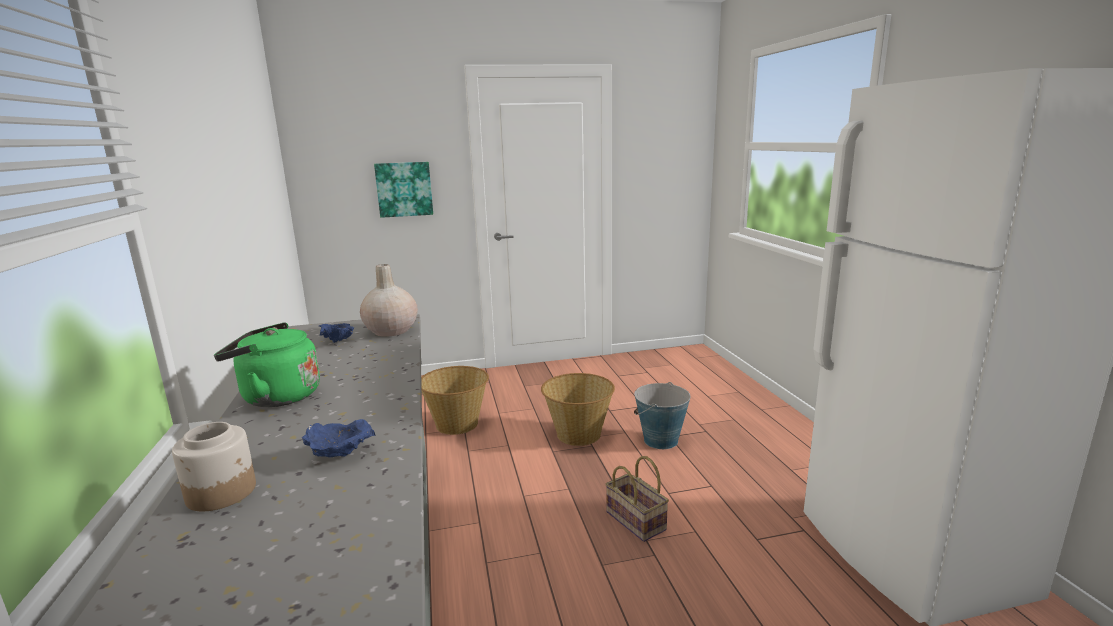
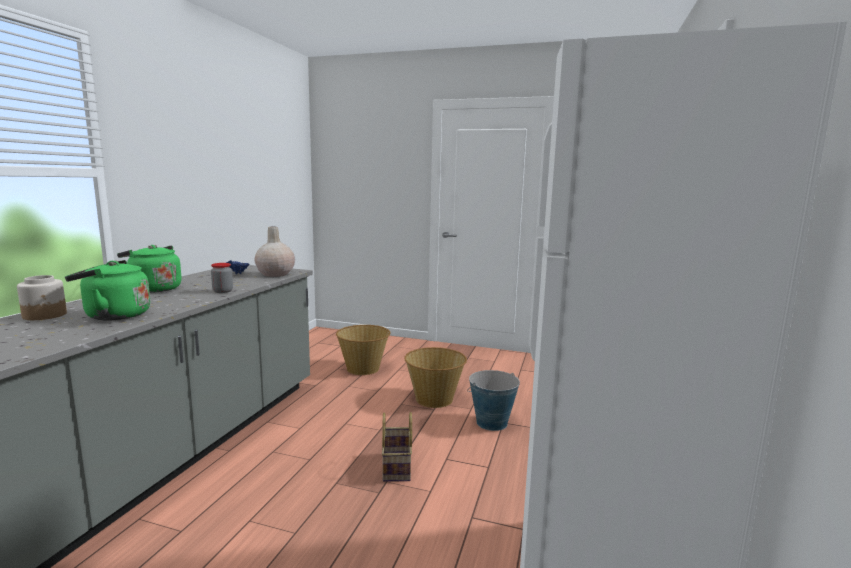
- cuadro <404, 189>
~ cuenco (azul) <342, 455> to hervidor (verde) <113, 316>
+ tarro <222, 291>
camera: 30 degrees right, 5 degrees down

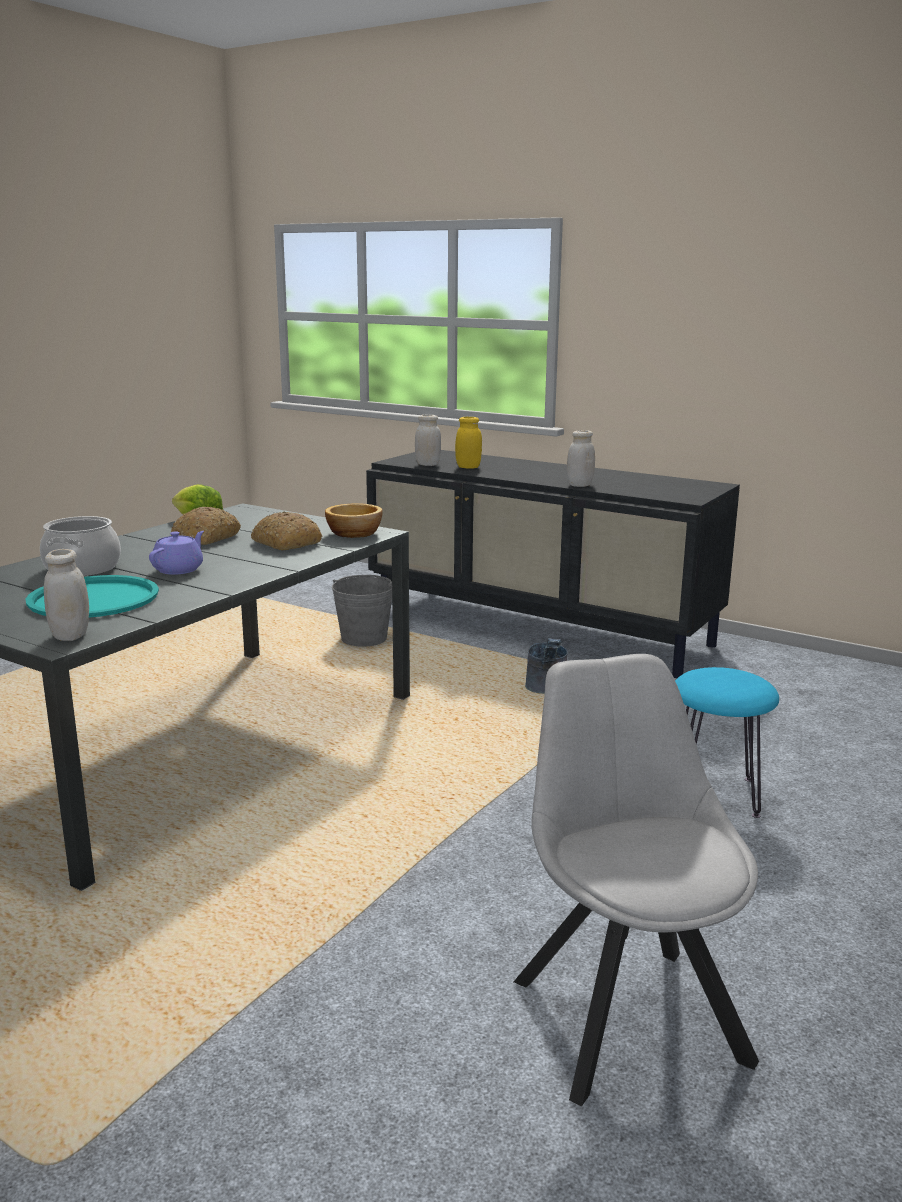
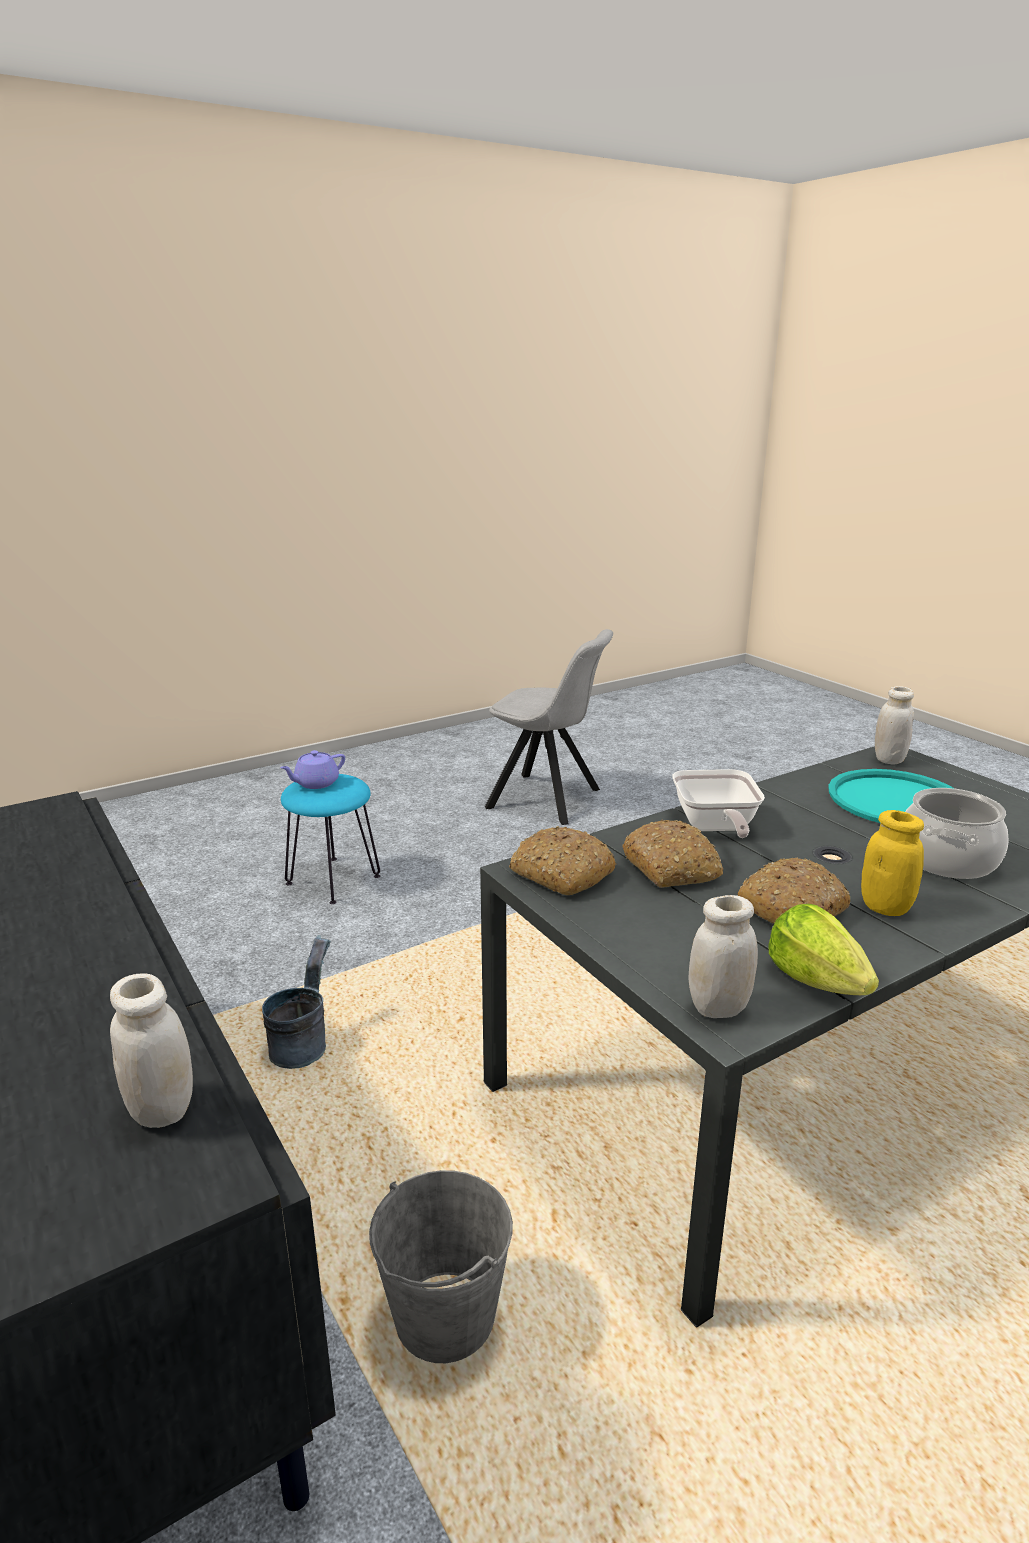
~ tarro (amarillo) <468, 467> to <885, 907>
~ tarro (blanco) <579, 485> to <718, 1007>
~ cuenco <355, 533> to pan <561, 874>
~ tetera (morado) <179, 569> to <315, 783>
~ silla (gris) <626, 1015> = <547, 799> 75 degrees counterclockwise
+ sartén <715, 828>
camera: 155 degrees left, 5 degrees up

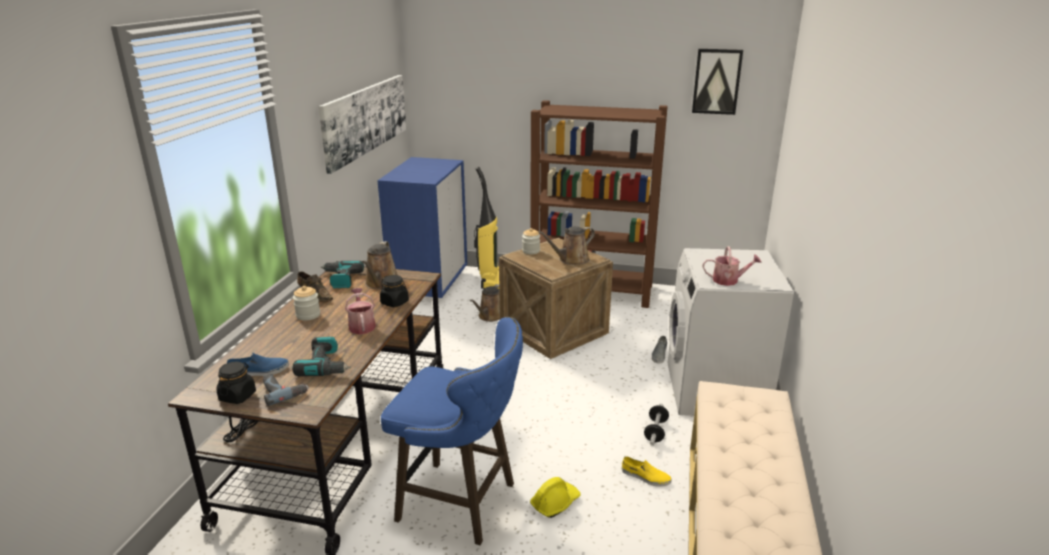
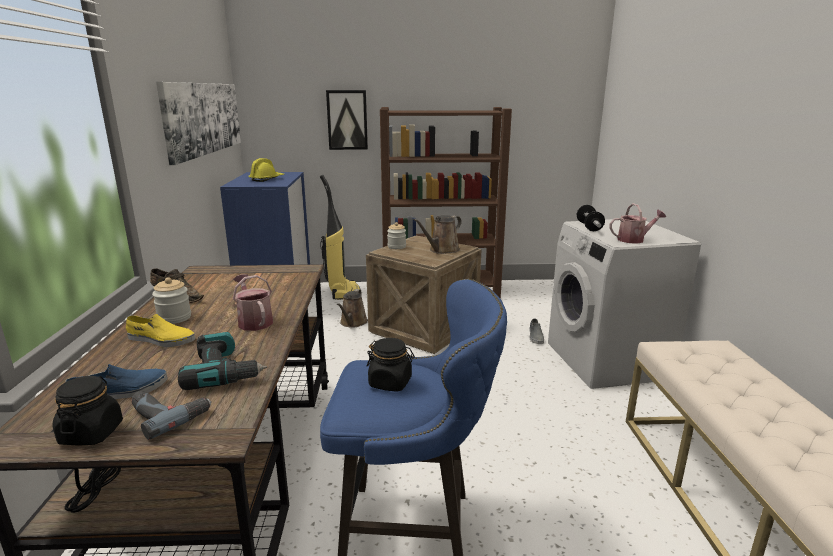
~ cuadro <716, 81> to <347, 120>
- regadera (marrón) <381, 284>
- taladro <341, 279>
~ tarro (negro) <395, 302> to <390, 383>
~ mancuerna <655, 431> to <589, 227>
~ zapato (amarillo) <645, 477> to <161, 340>
~ casco (amarillo) <555, 503> to <267, 179>
camera: 15 degrees left, 5 degrees down

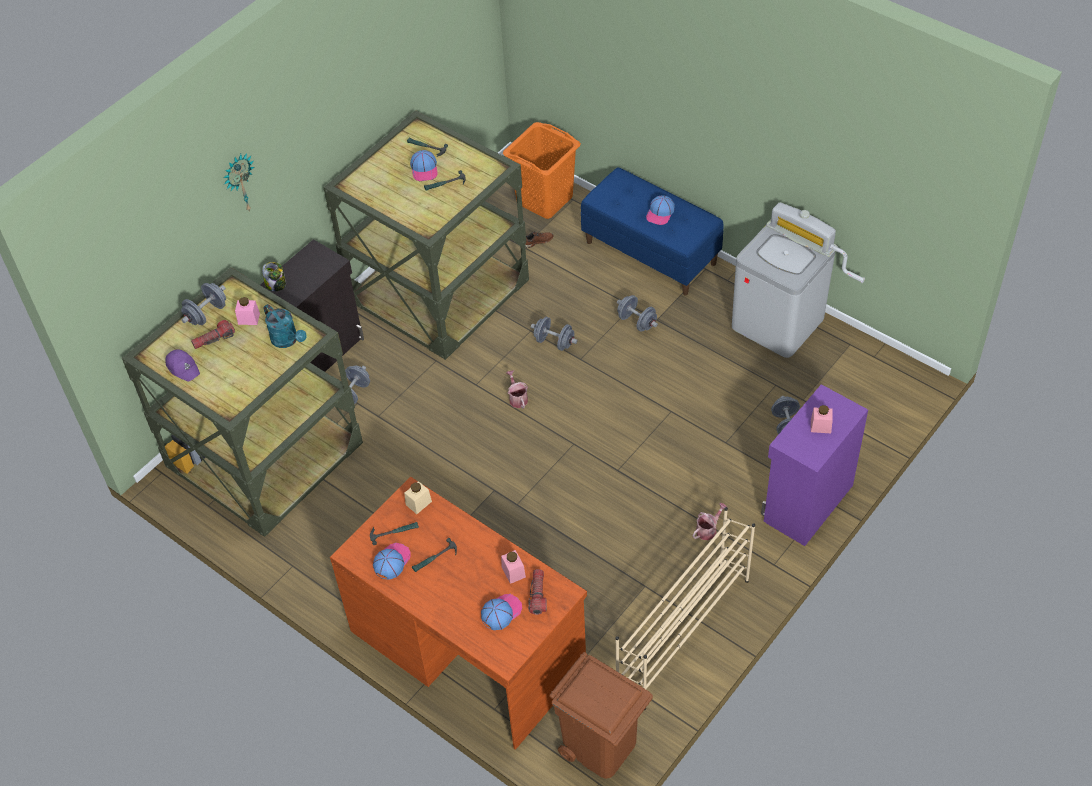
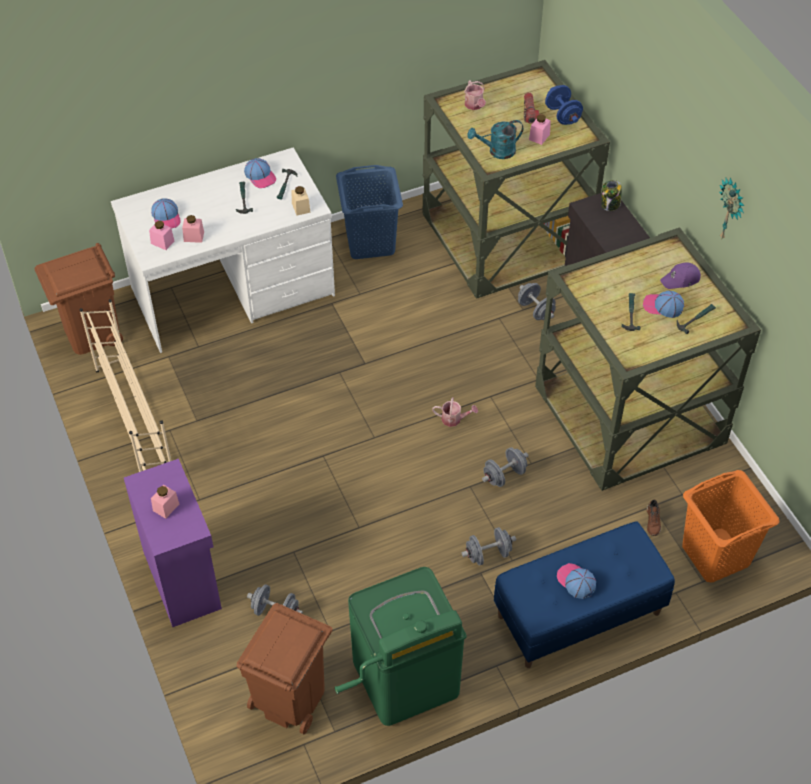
~ reloj de pared <239, 183> to <731, 210>
~ lavadora (gris) <780, 324> to lavadora (verde) <403, 680>
~ mancuerna (gris) <206, 314> to mancuerna (azul) <562, 115>
~ gorra (morado) <183, 367> to <680, 280>
~ escritorio (marrón) <467, 646> to escritorio (blanco) <233, 292>
~ regadera <708, 529> to <474, 105>
~ linterna <538, 595> to tarro (rosa) <162, 242>
+ cesto de la ropa (azul) <370, 242>
+ papelera (marrón) <290, 699>
camera: 115 degrees right, 0 degrees up

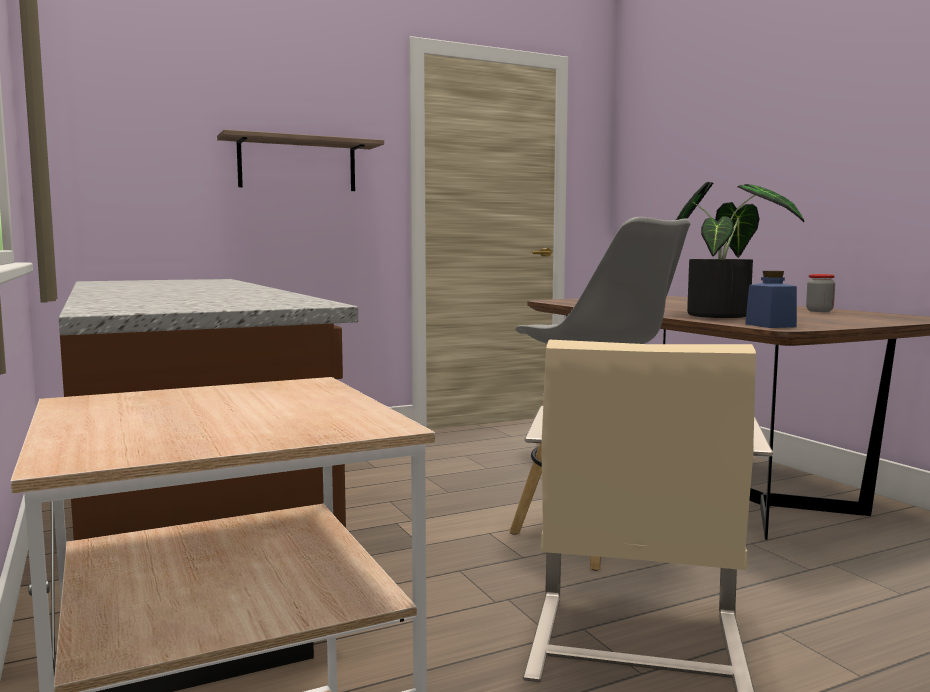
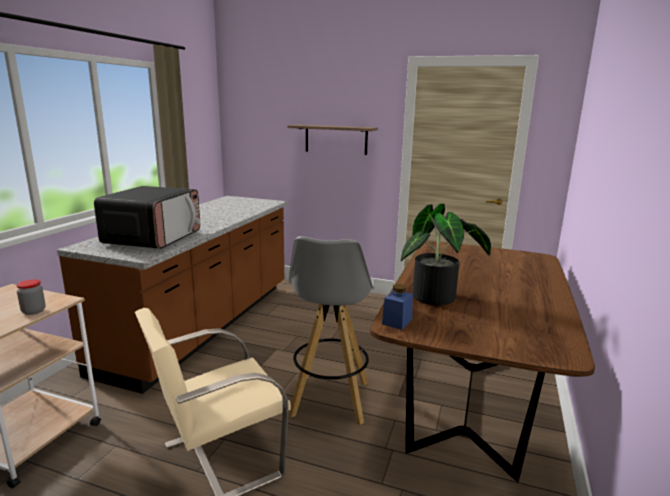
~ tarro <819, 311> to <33, 311>
+ microondas <153, 238>
camera: 45 degrees right, 10 degrees up

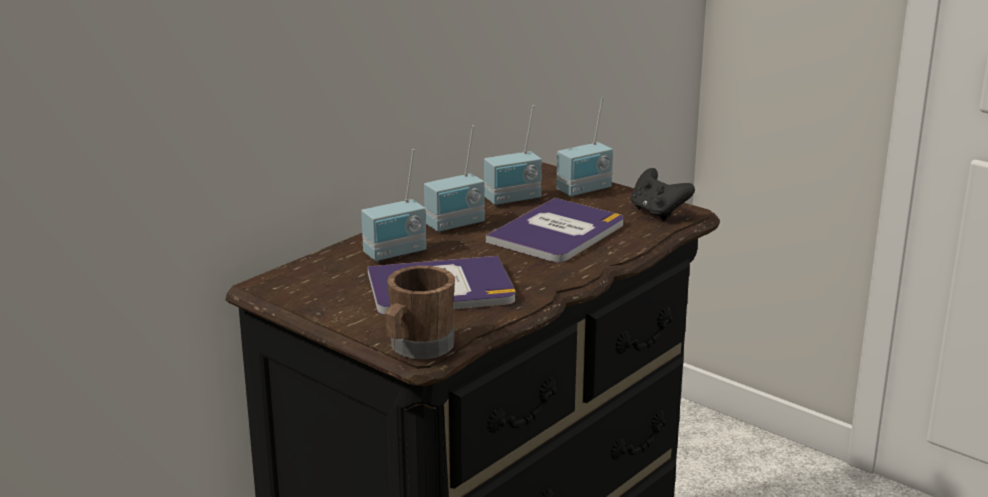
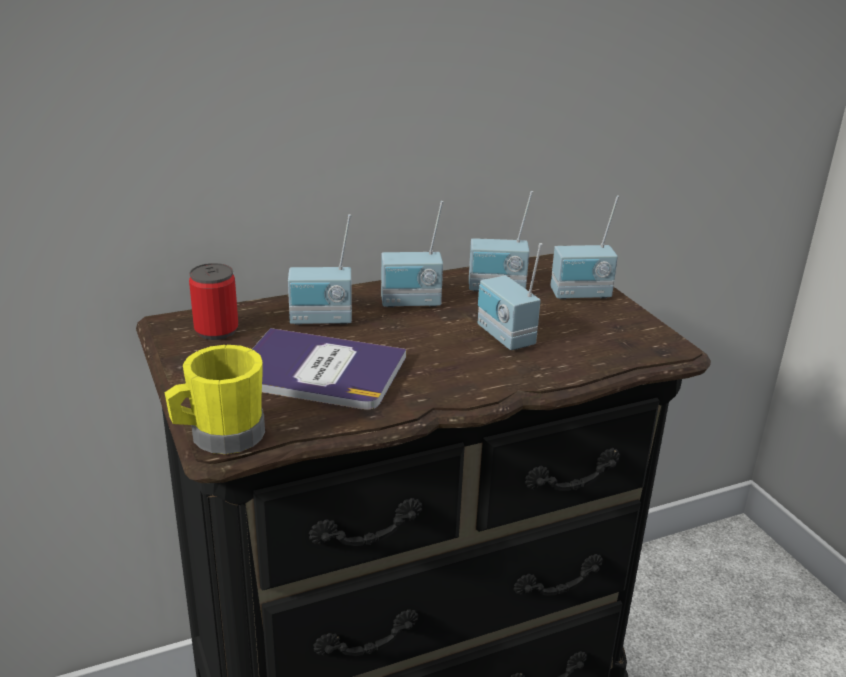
- mando de consola (negro) <658, 213>
~ libro <557, 233> to radio <503, 337>
~ taza grande (marrón) <417, 348> to taza grande (amarillo) <219, 436>
+ lata <216, 330>
camera: 25 degrees right, 5 degrees up

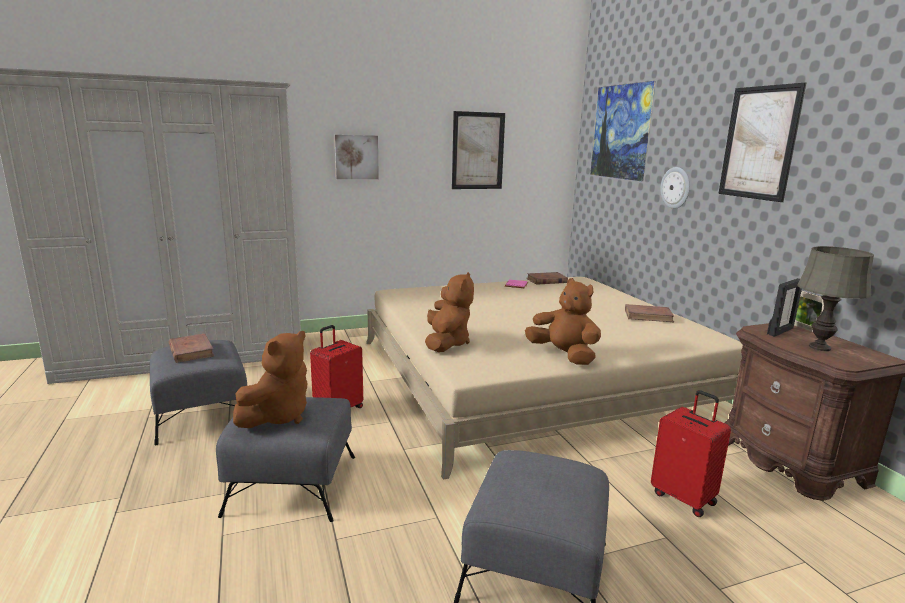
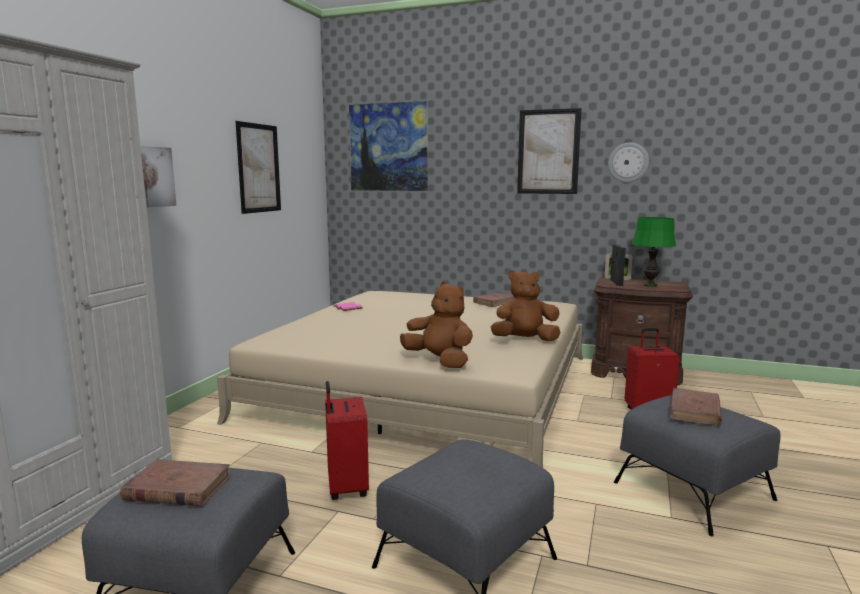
~ reloj de pared <676, 187> to <628, 162>
~ lámpara de mesa (gris) <819, 347> to lámpara de mesa (verde) <650, 285>
~ libro (marrón) <546, 281> to <694, 411>
- peluche (marrón) <278, 416>
camera: 50 degrees left, 5 degrees down

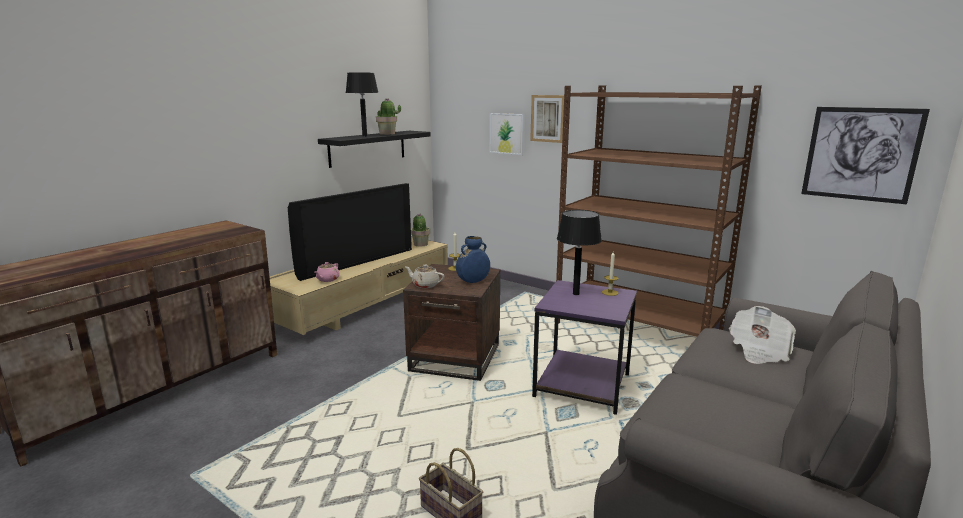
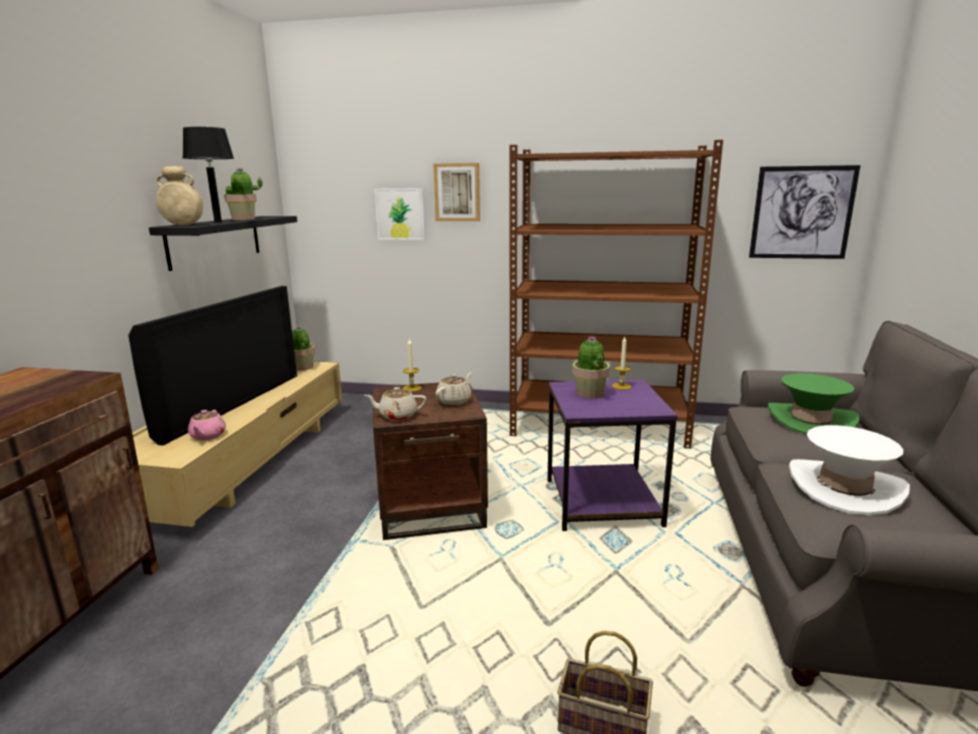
~ lámpara de mesa (negro) <576, 294> to planta en maceta <589, 394>
~ florero (azul) <473, 282> to tetera (beis) <454, 401>
~ periódico <759, 351> to sombrero (verde) <810, 421>
+ florero (beis) <184, 225>
+ sombrero (blanco) <844, 488>
camera: 25 degrees left, 0 degrees up

